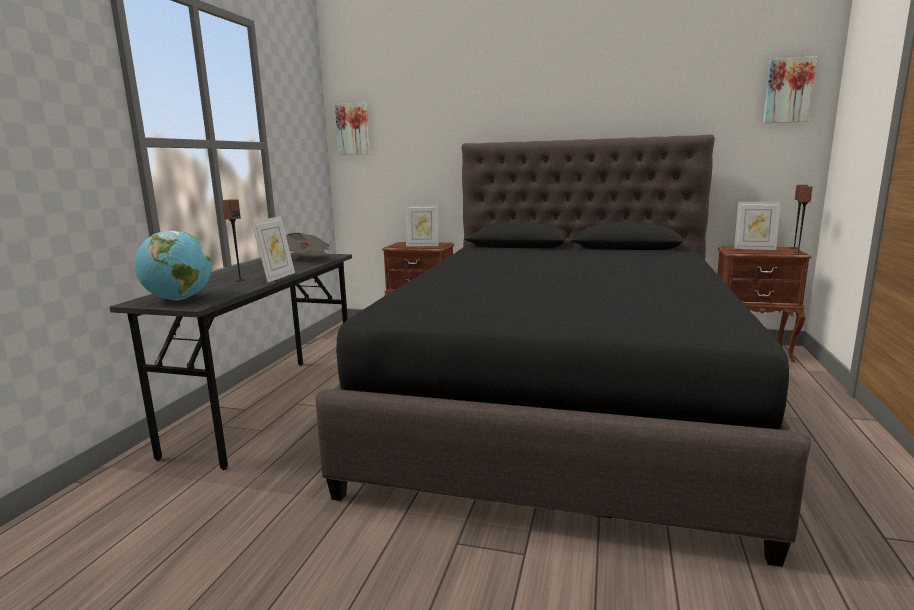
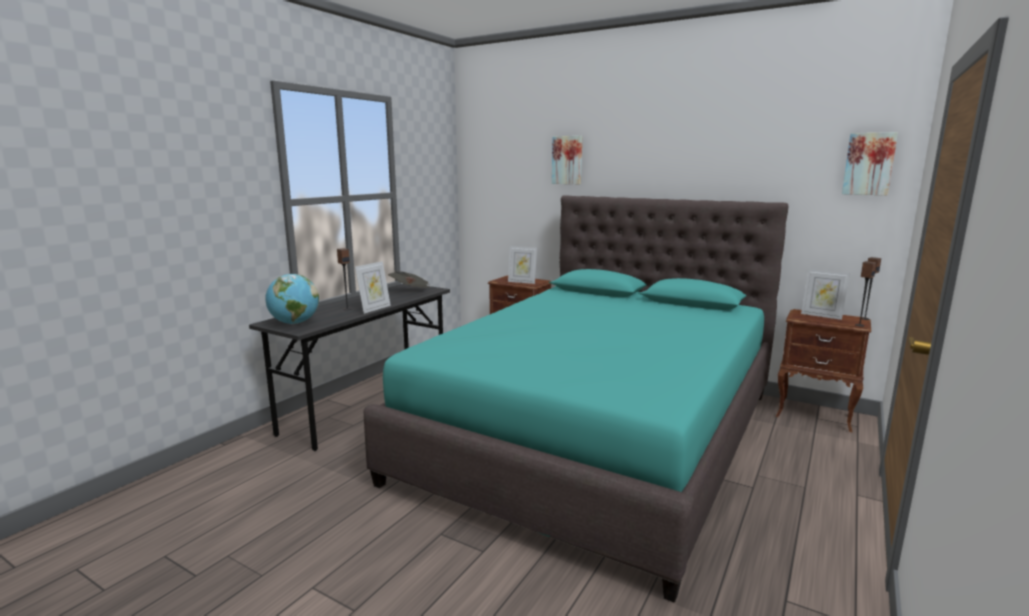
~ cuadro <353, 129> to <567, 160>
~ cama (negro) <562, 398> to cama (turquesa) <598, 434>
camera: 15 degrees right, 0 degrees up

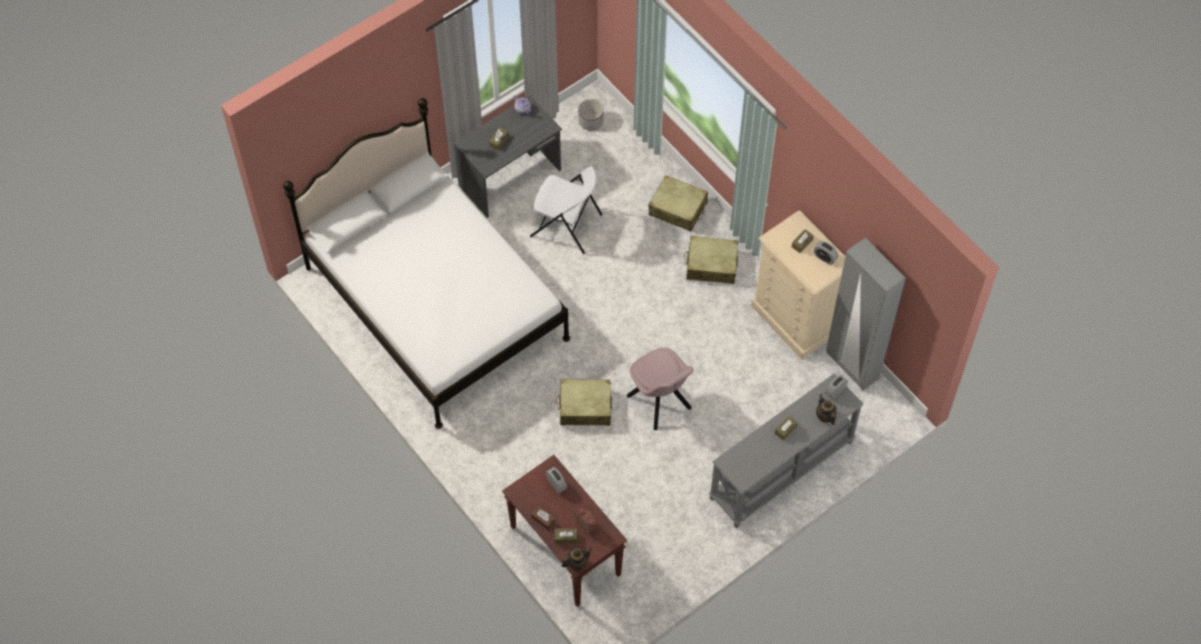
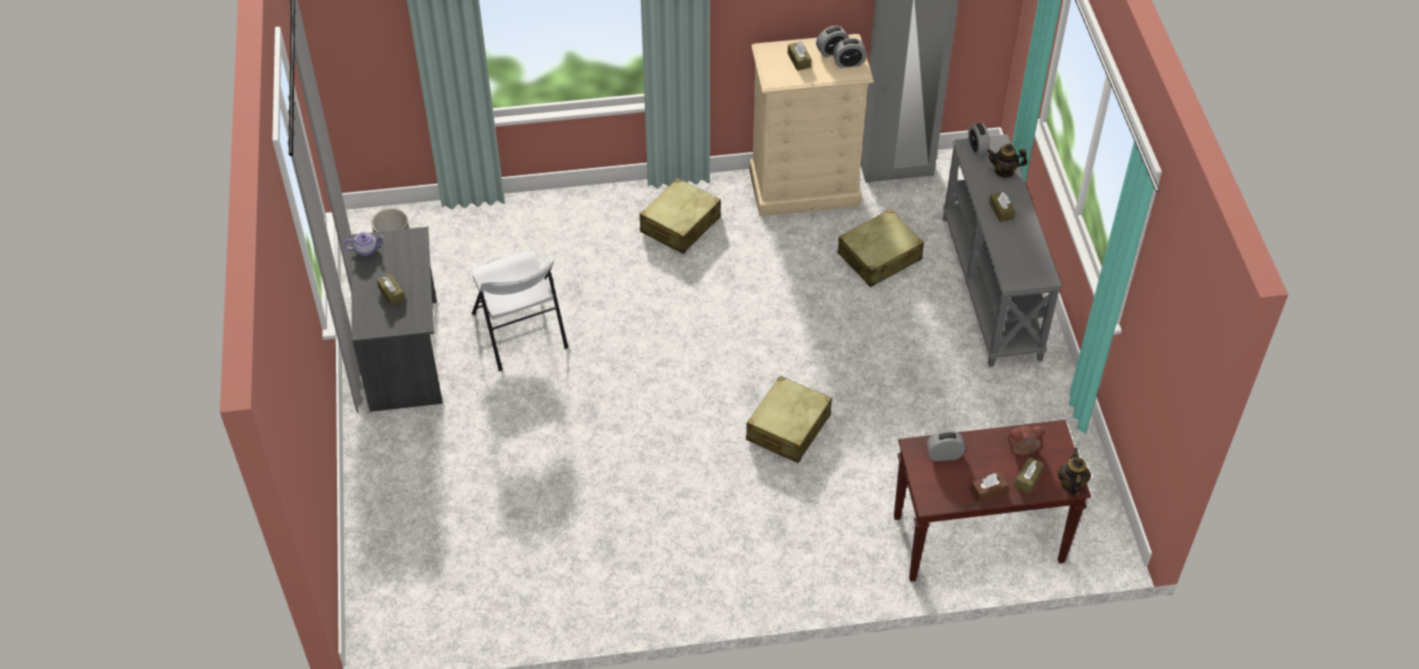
- cama (blanco) <436, 302>
~ silla (blanco) <566, 225> = <519, 331> 105 degrees clockwise
~ maleta (beis) <678, 209> to <880, 257>
- silla (rosa) <659, 402>
+ despertador <849, 63>
camera: 60 degrees left, 10 degrees down

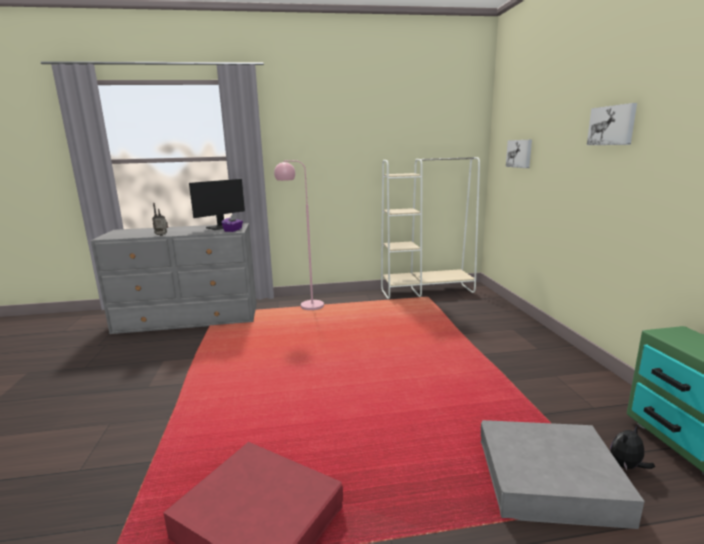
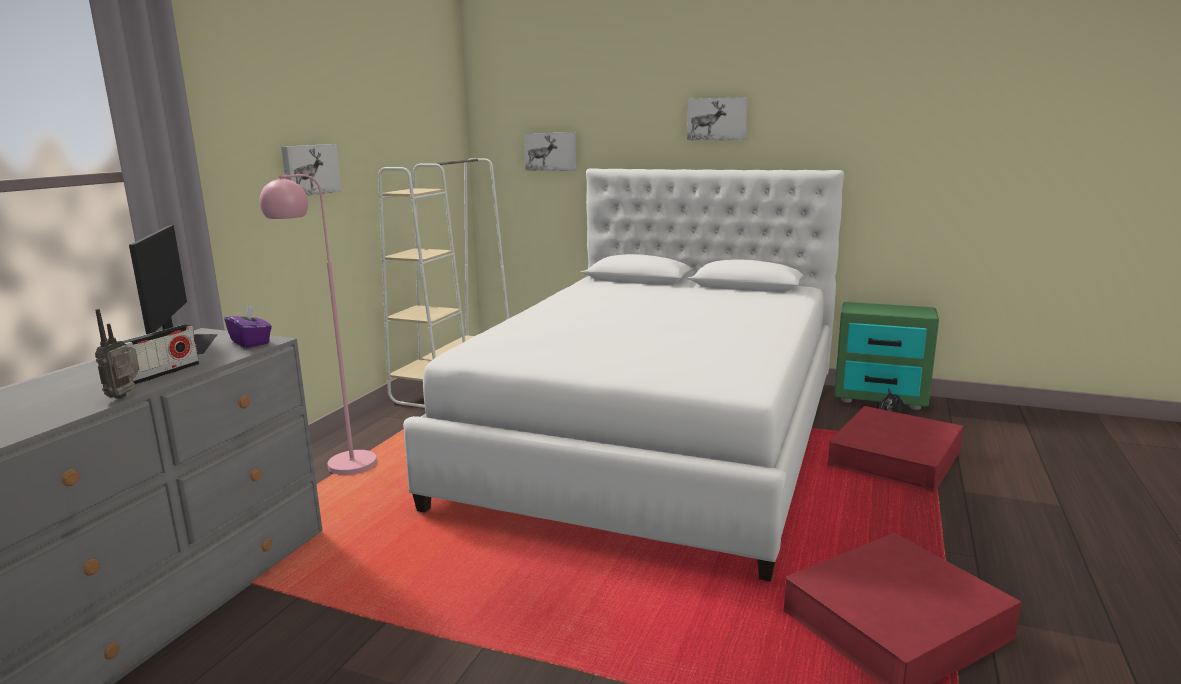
~ caja de almacenaje (gris) <549, 480> to caja de almacenaje (rojo) <895, 459>
+ cuadro <310, 170>
+ cama (blanco) <656, 439>
+ radio <162, 374>
camera: 60 degrees left, 0 degrees up

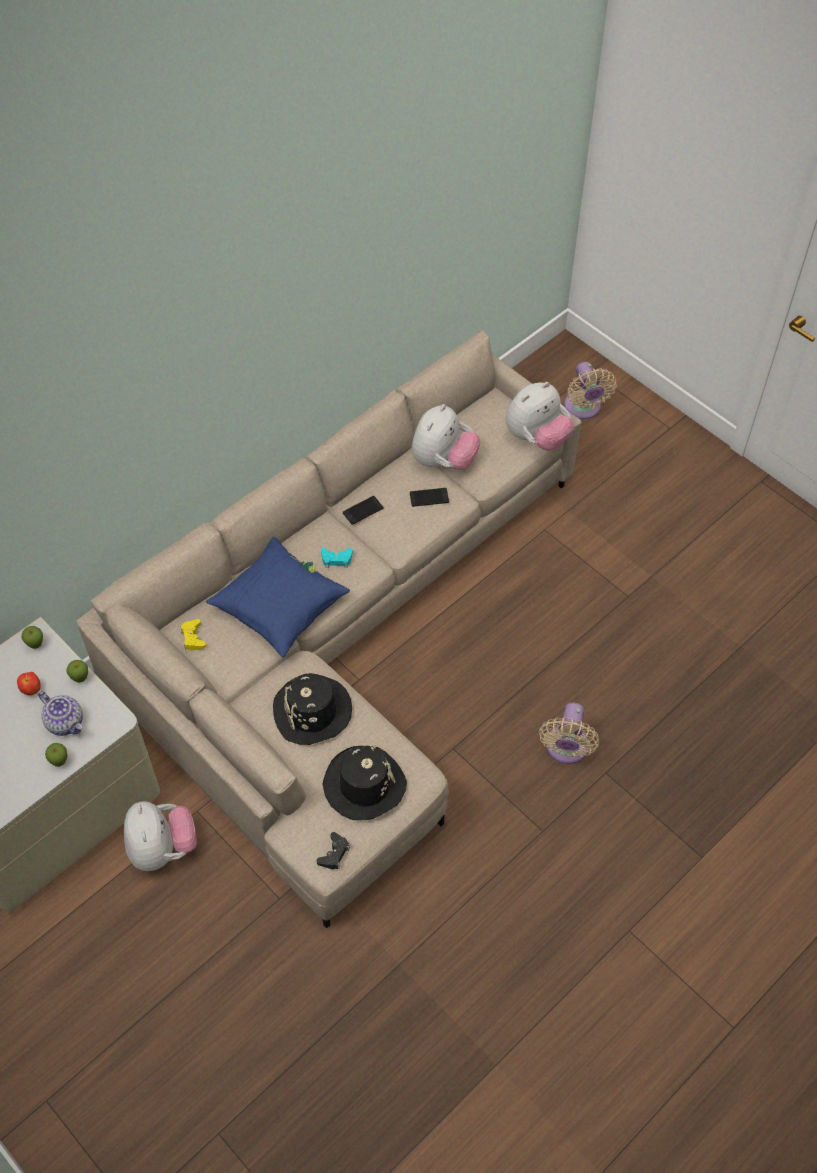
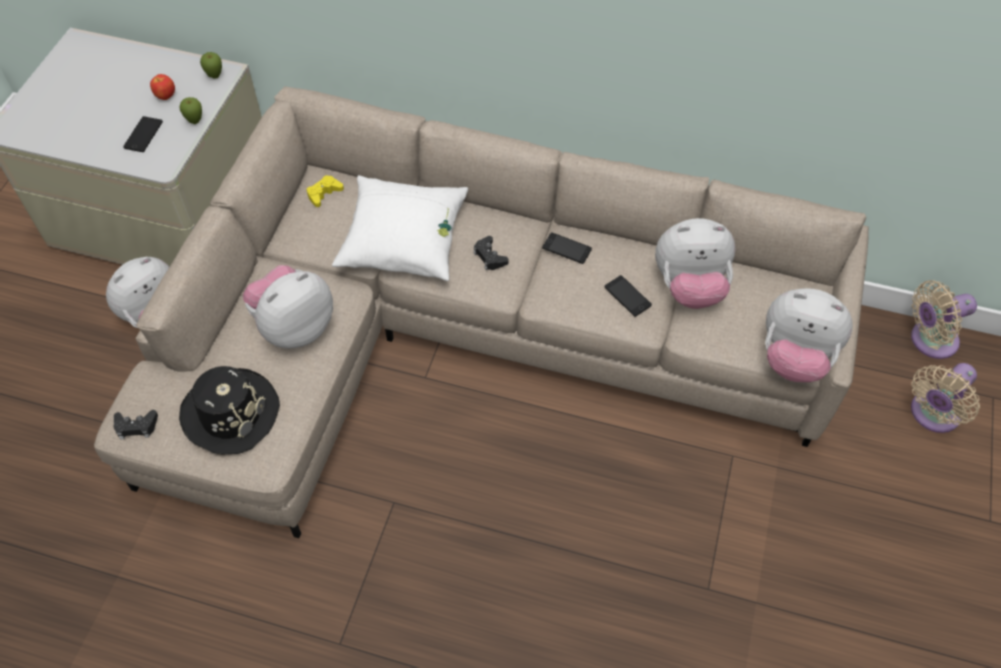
~ cojín (azul) <280, 607> to cojín (blanco) <403, 241>
~ mando de consola (turquesa) <336, 559> to mando de consola (negro) <489, 257>
~ sombrero (negro) <312, 712> to peluche <294, 327>
~ tetera <66, 722> to móvil <143, 134>
~ ventilador (beis) <566, 749> to <929, 340>
- manzana <60, 762>
camera: 60 degrees right, 0 degrees up

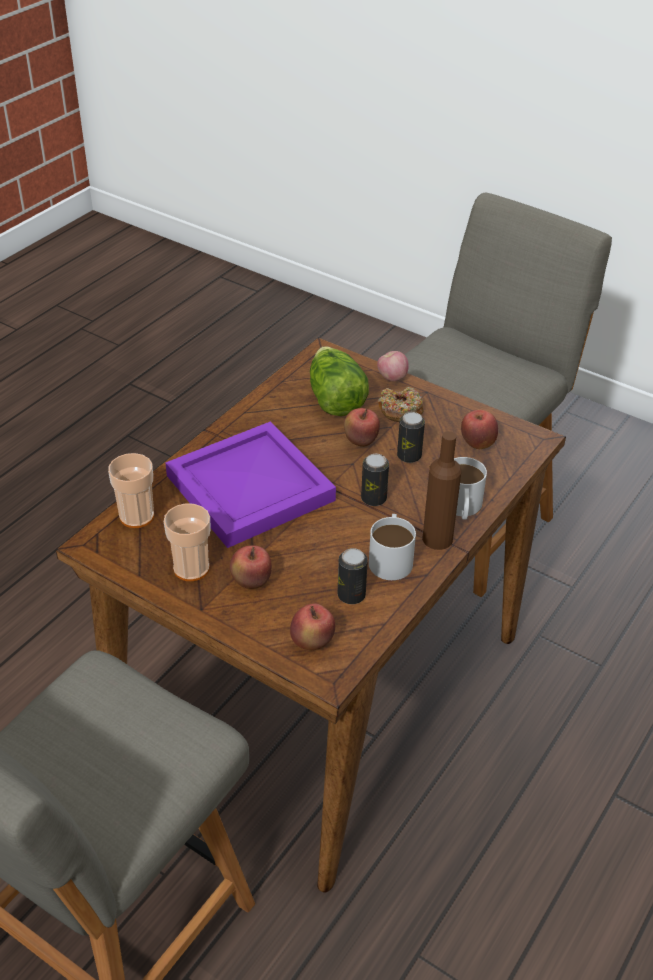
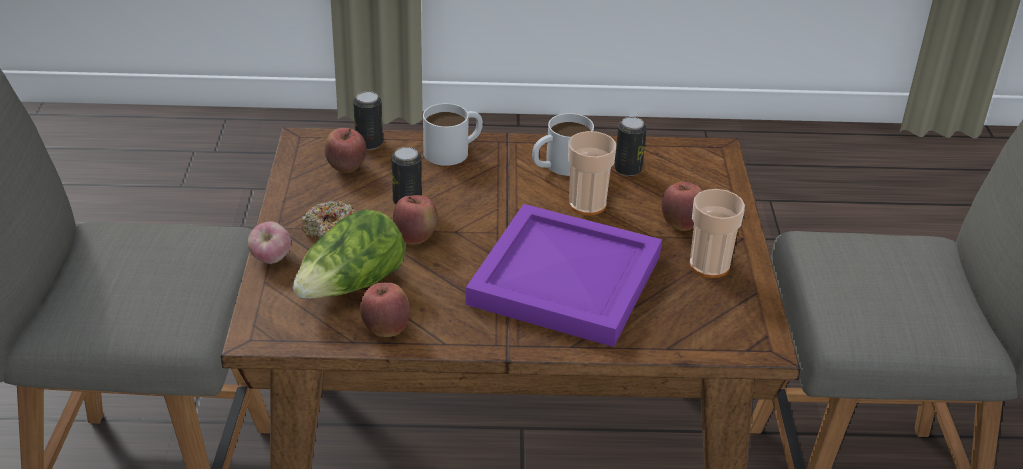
- botella (marrón) <437, 539>
~ taza <137, 516> to <587, 204>
~ lata <373, 499> to <369, 143>
~ manzana <312, 643> to <385, 329>
camera: 125 degrees left, 5 degrees down

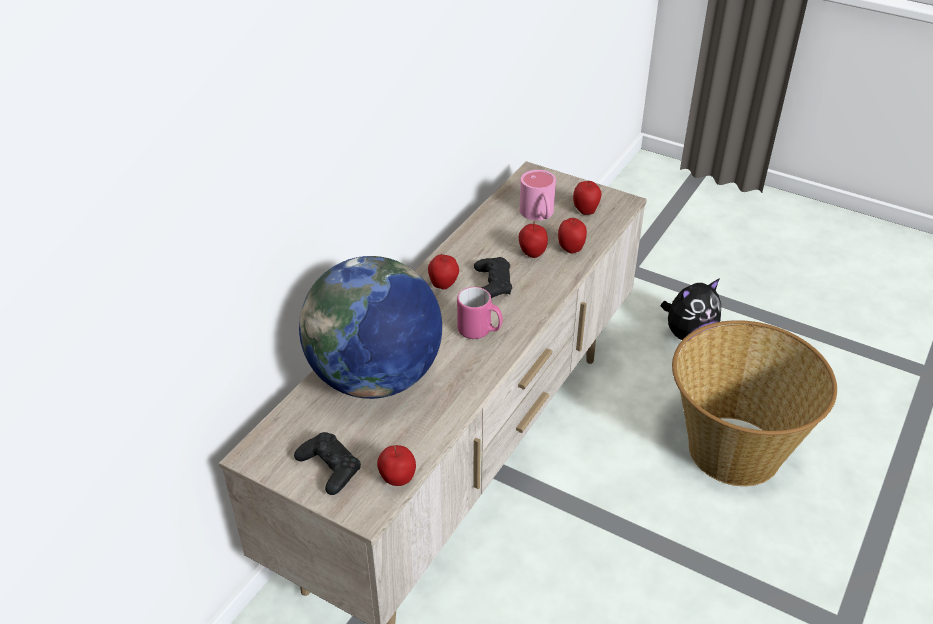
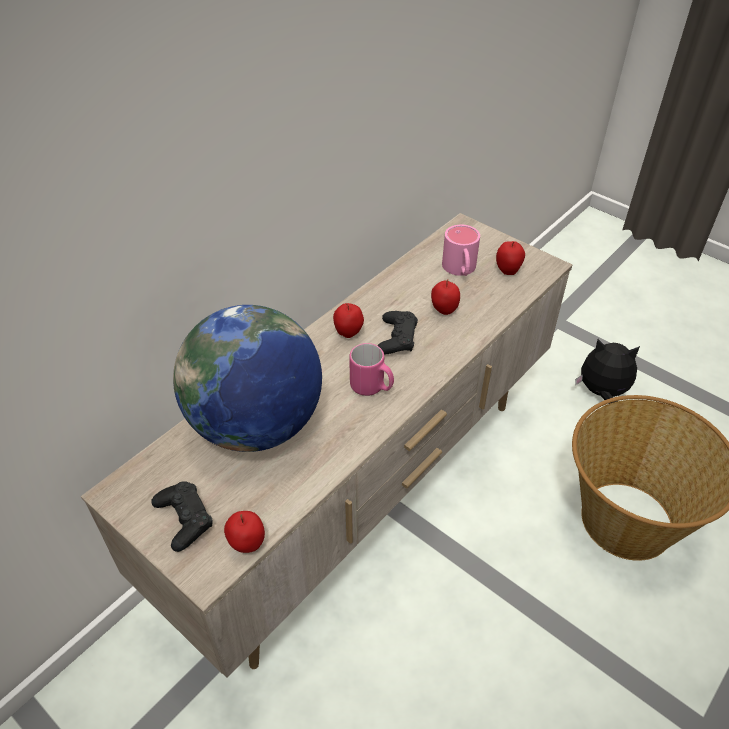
- manzana <571, 249>
~ peluche <688, 333> = <601, 393> 150 degrees counterclockwise
camera: 10 degrees right, 5 degrees up

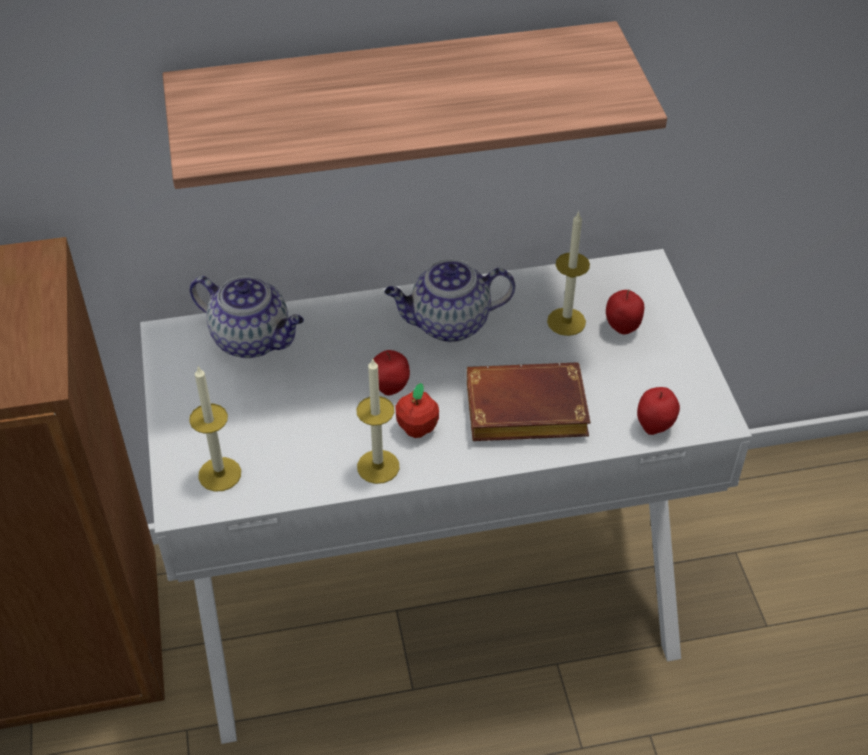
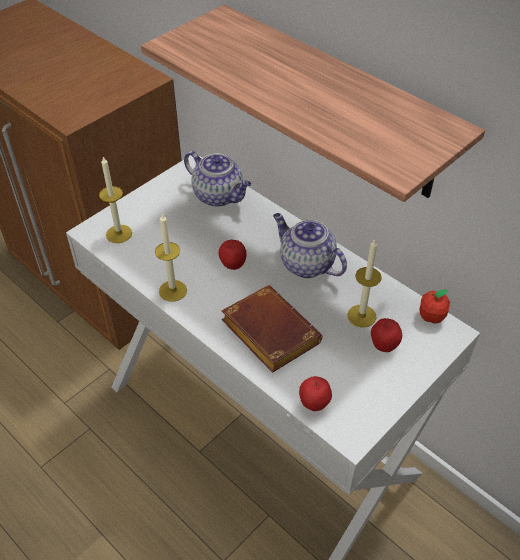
~ tetera <253, 339> = <219, 196> 45 degrees counterclockwise
~ manzana <417, 428> to <431, 316>
camera: 55 degrees right, 0 degrees up

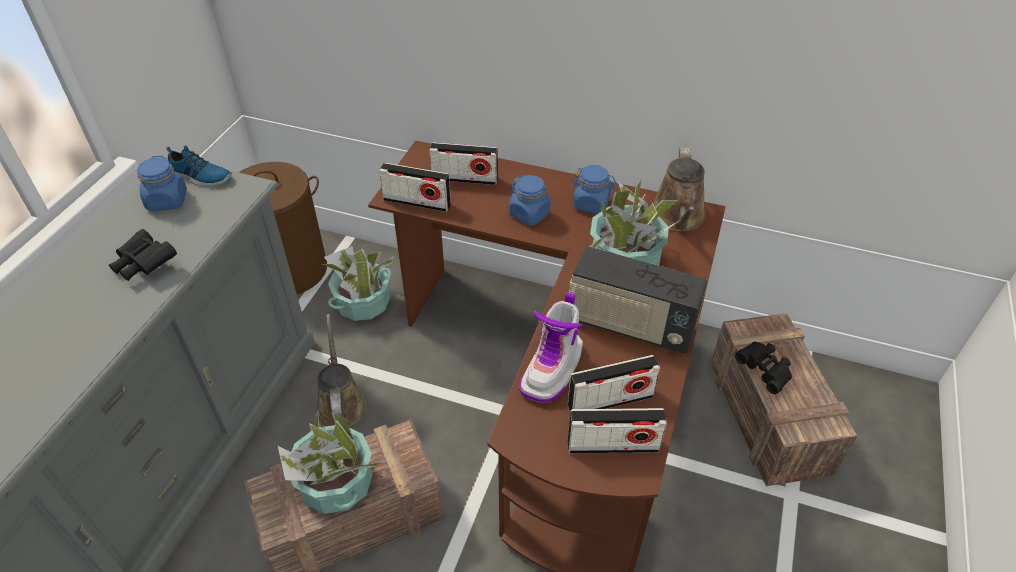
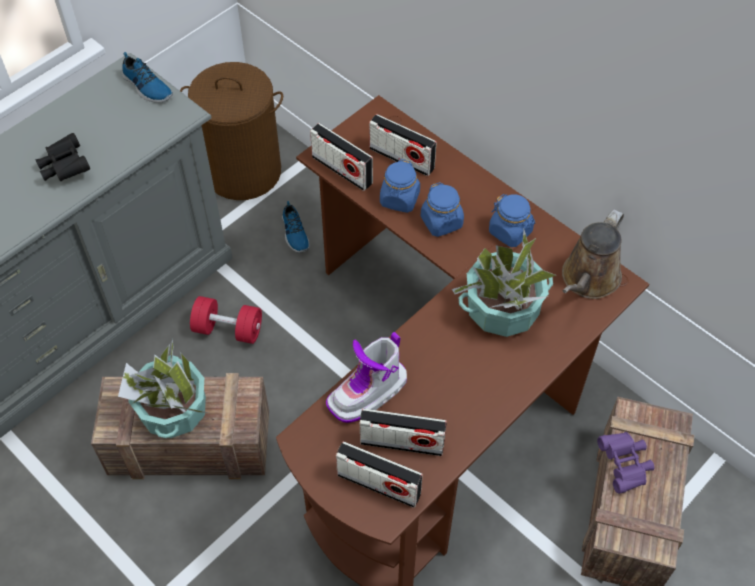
~ tarro (azul) <167, 201> to <399, 199>
~ planta en maceta <363, 304> to zapato <294, 233>
- radio <630, 325>
~ regadera (marrón) <340, 403> to mancuerna (rojo) <228, 329>
~ prismáticos (negro) <764, 371> to prismáticos (morado) <624, 465>
camera: 25 degrees right, 10 degrees up

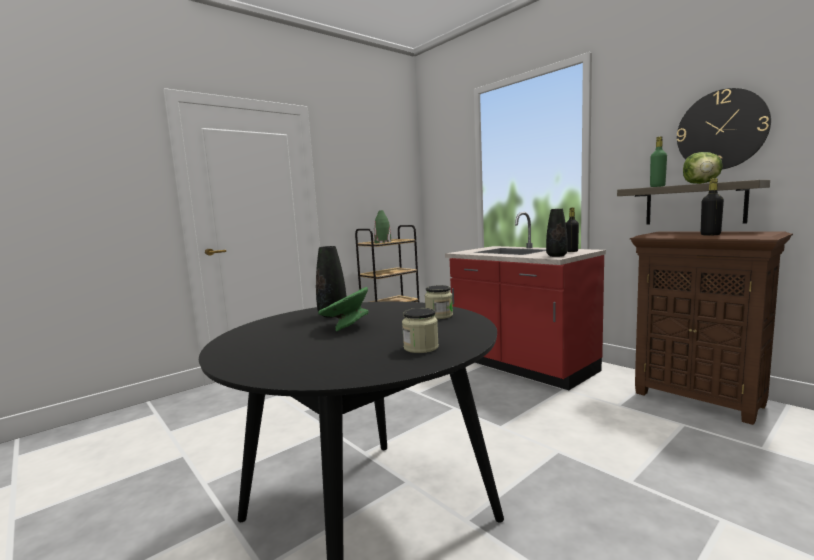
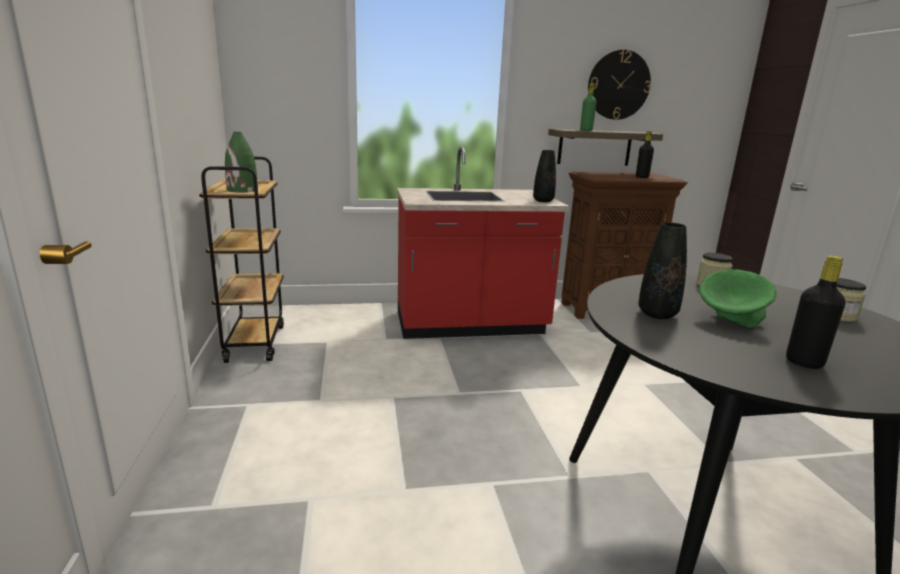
- lechuga <701, 183>
~ botella (negro) <571, 251> to <804, 362>
camera: 60 degrees left, 10 degrees up

